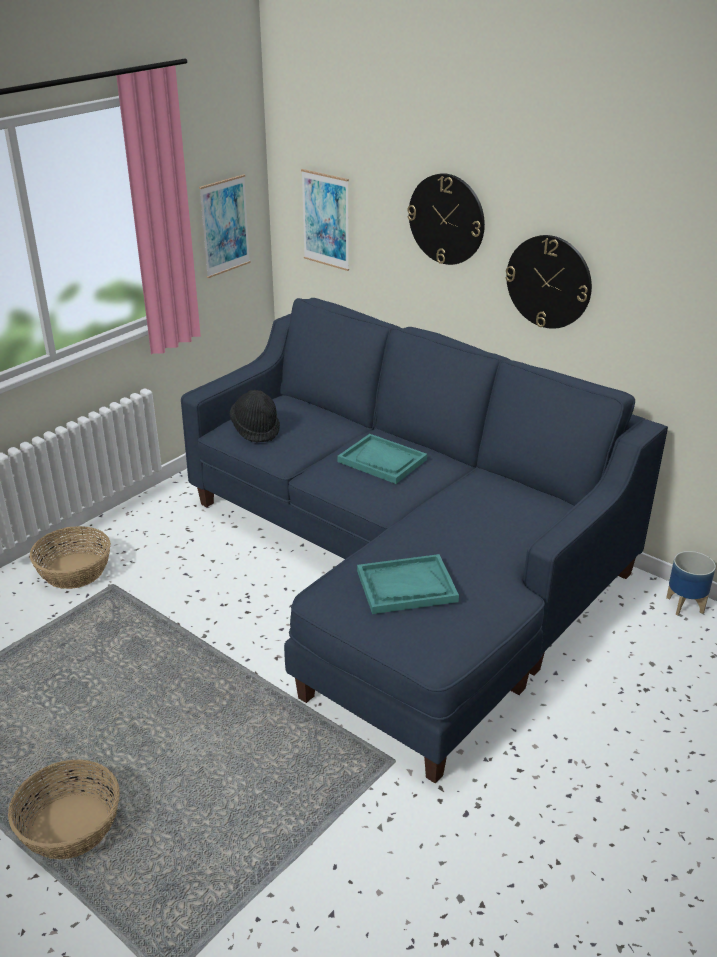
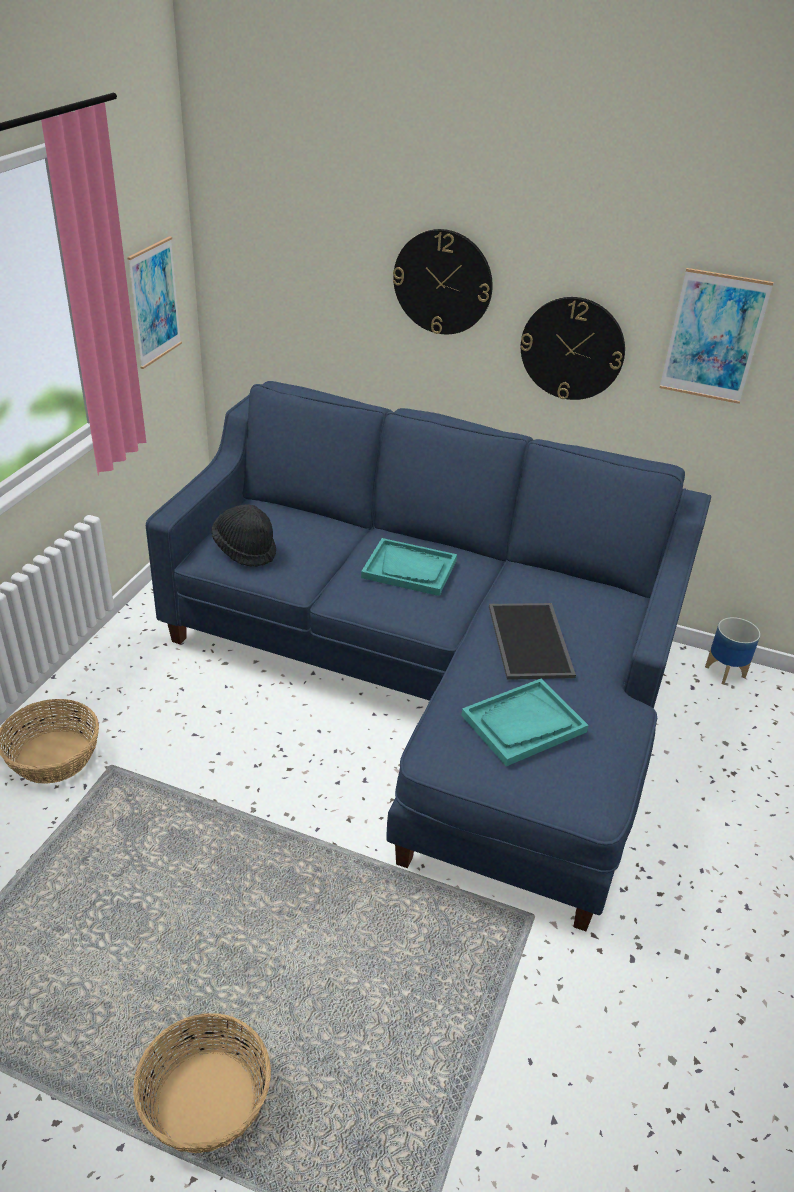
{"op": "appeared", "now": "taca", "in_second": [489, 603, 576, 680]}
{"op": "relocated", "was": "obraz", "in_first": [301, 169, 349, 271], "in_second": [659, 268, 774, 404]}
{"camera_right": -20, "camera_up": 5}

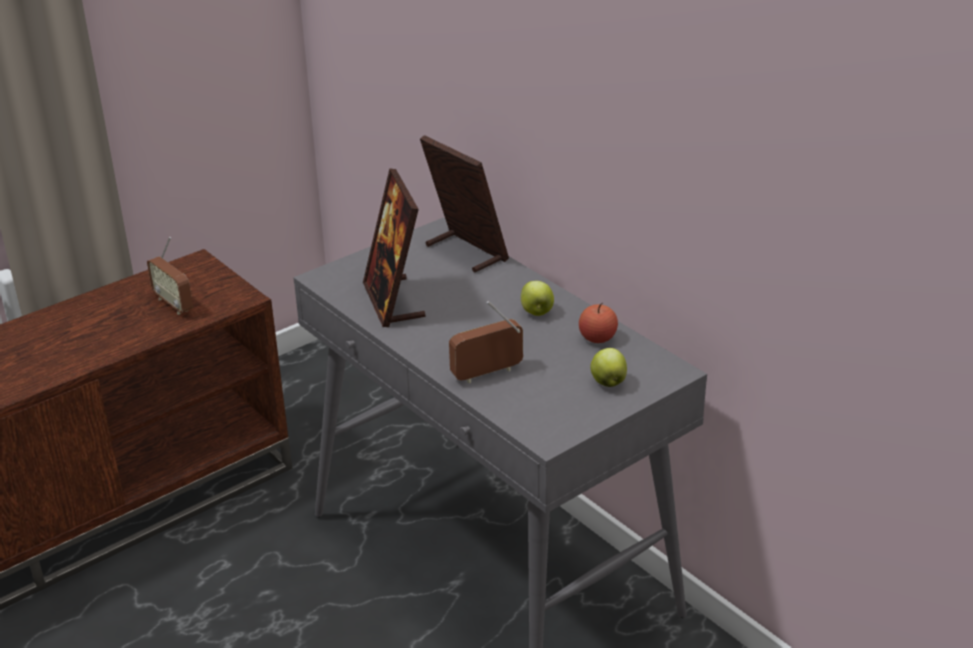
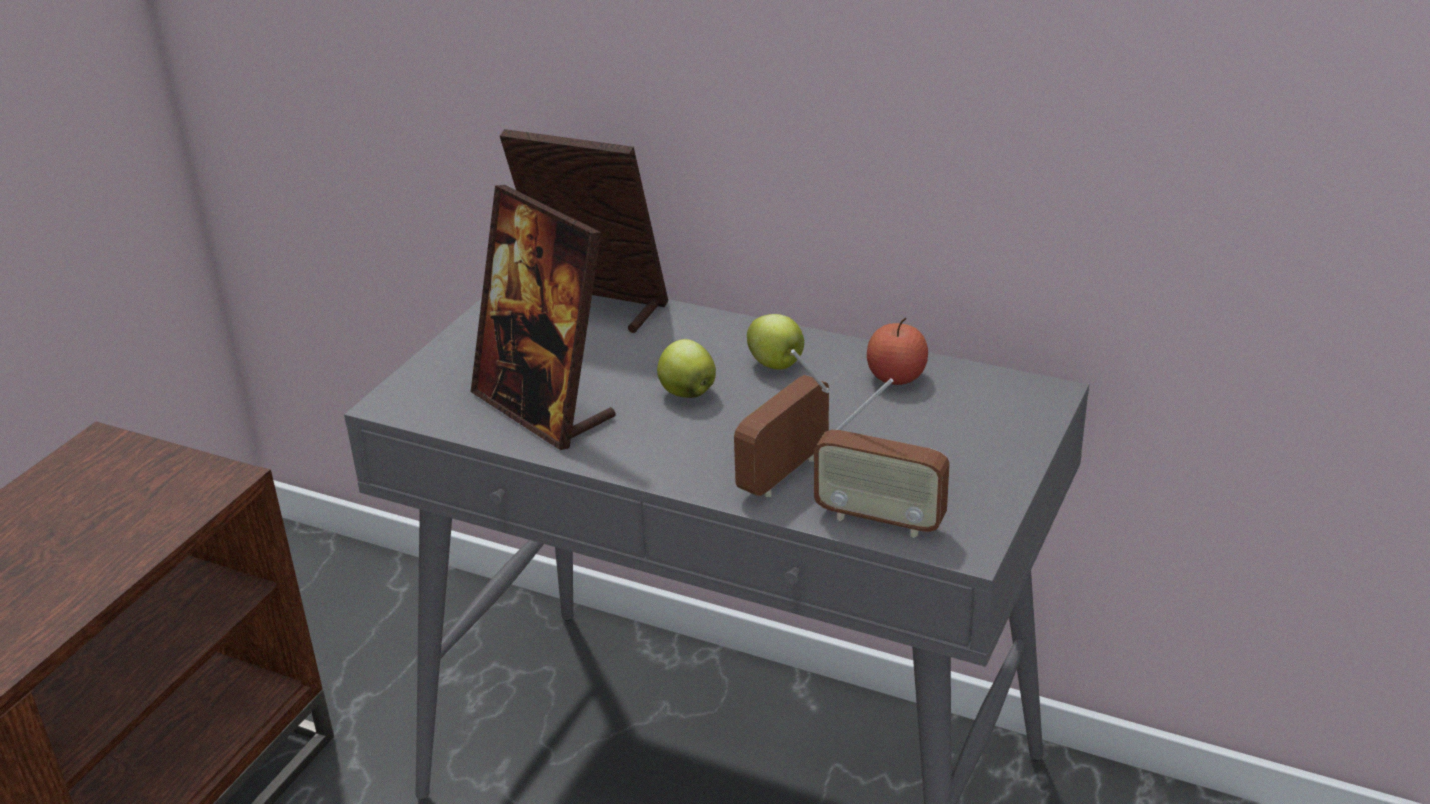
{"op": "relocated", "was": "jabłko", "in_first": [590, 348, 627, 387], "in_second": [657, 339, 716, 398]}
{"op": "relocated", "was": "radio", "in_first": [147, 237, 193, 315], "in_second": [814, 378, 950, 538]}
{"camera_right": -25, "camera_up": 0}

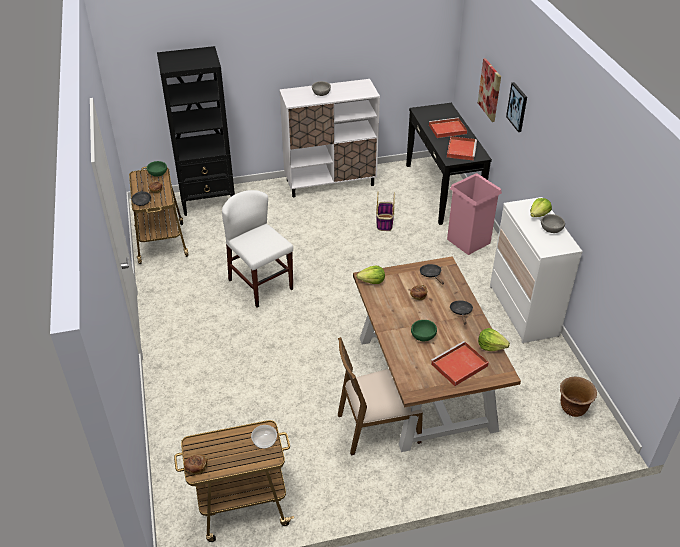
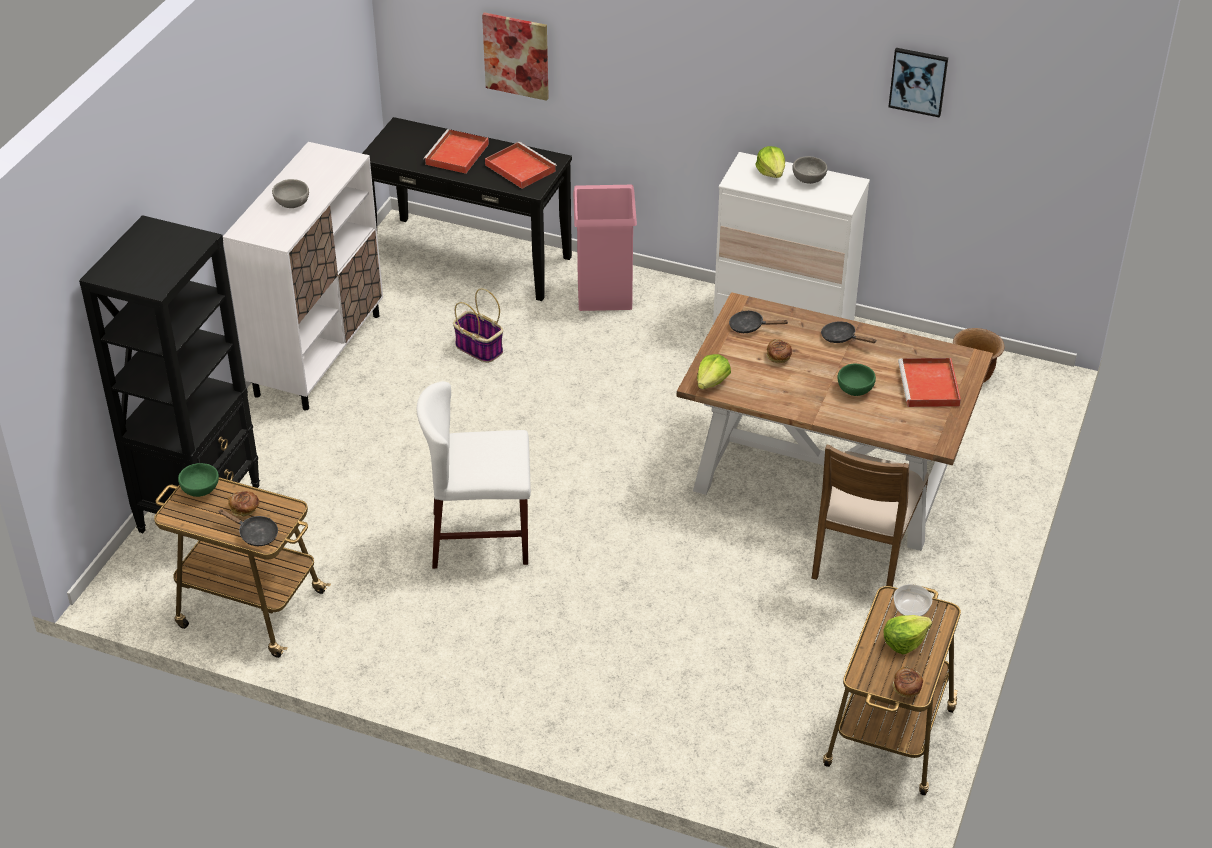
{"op": "relocated", "was": "sałata", "in_first": [478, 328, 510, 351], "in_second": [883, 615, 932, 654]}
{"op": "relocated", "was": "obraz", "in_first": [506, 82, 527, 132], "in_second": [888, 48, 948, 118]}
{"camera_right": -55, "camera_up": 0}

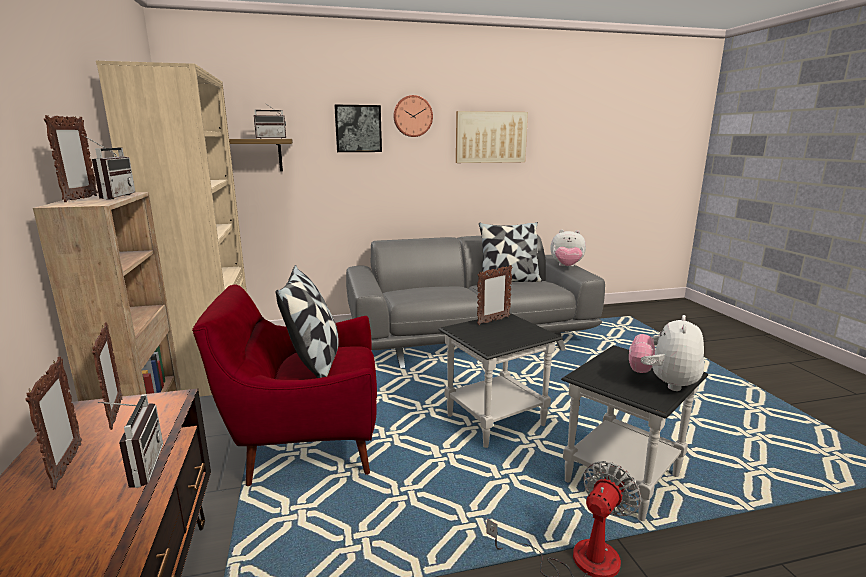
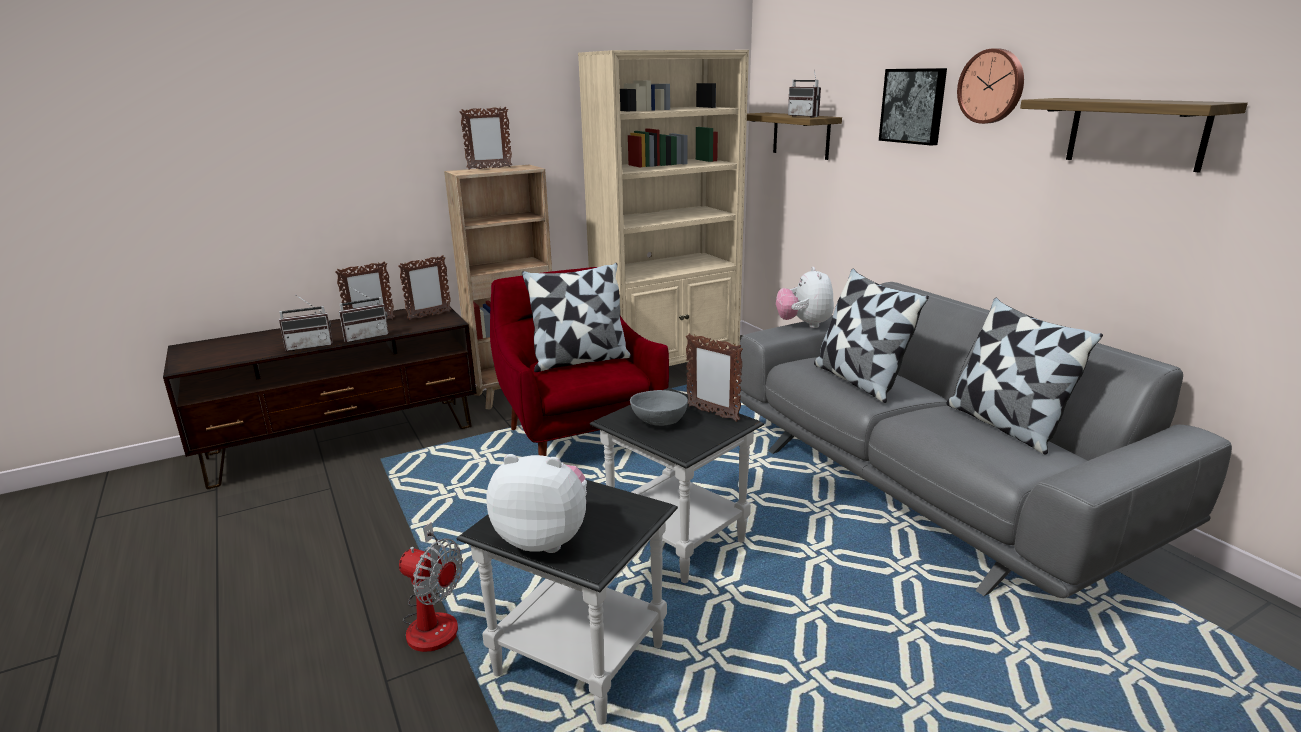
{"op": "relocated", "was": "radio", "in_first": [81, 134, 135, 199], "in_second": [279, 295, 333, 351]}
{"op": "appeared", "now": "miska (szary)", "in_second": [630, 390, 688, 426]}
{"op": "relocated", "was": "pluszak", "in_first": [550, 229, 586, 267], "in_second": [776, 267, 834, 328]}
{"op": "appeared", "now": "poduszka", "in_second": [814, 269, 929, 403]}
{"op": "exchanged", "was": "obraz", "now": "półka", "in_first": [456, 111, 528, 163], "in_second": [1020, 98, 1248, 172]}
{"camera_right": 75, "camera_up": 5}

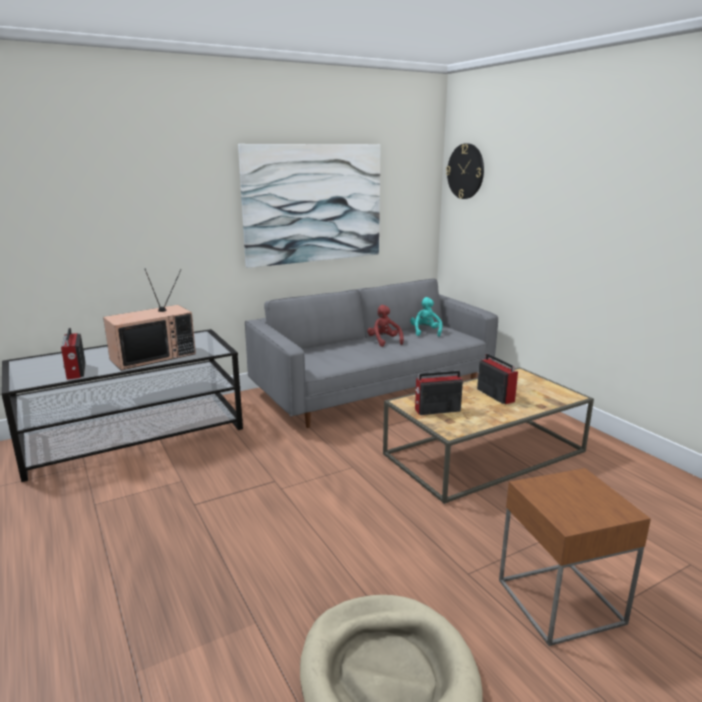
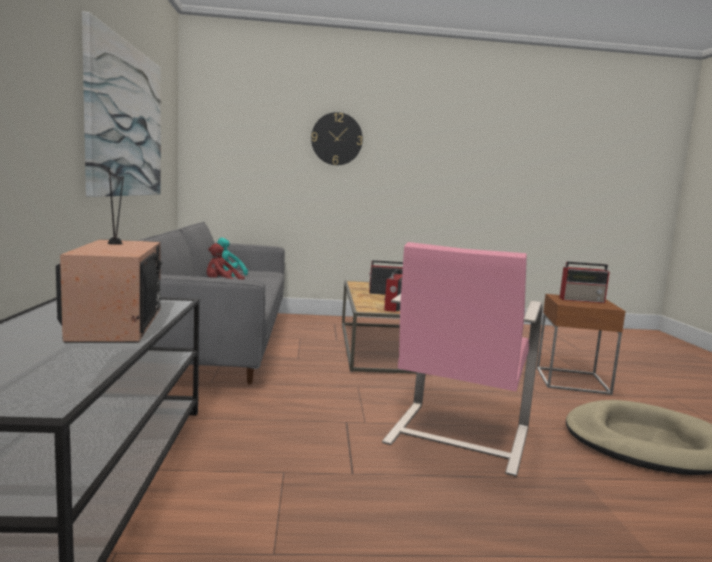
{"op": "relocated", "was": "zegar ścienny", "in_first": [446, 143, 484, 199], "in_second": [311, 112, 363, 165]}
{"op": "appeared", "now": "fotel (różowy)", "in_second": [382, 242, 543, 477]}
{"op": "relocated", "was": "radio", "in_first": [61, 328, 86, 380], "in_second": [559, 262, 610, 303]}
{"camera_right": -65, "camera_up": -10}

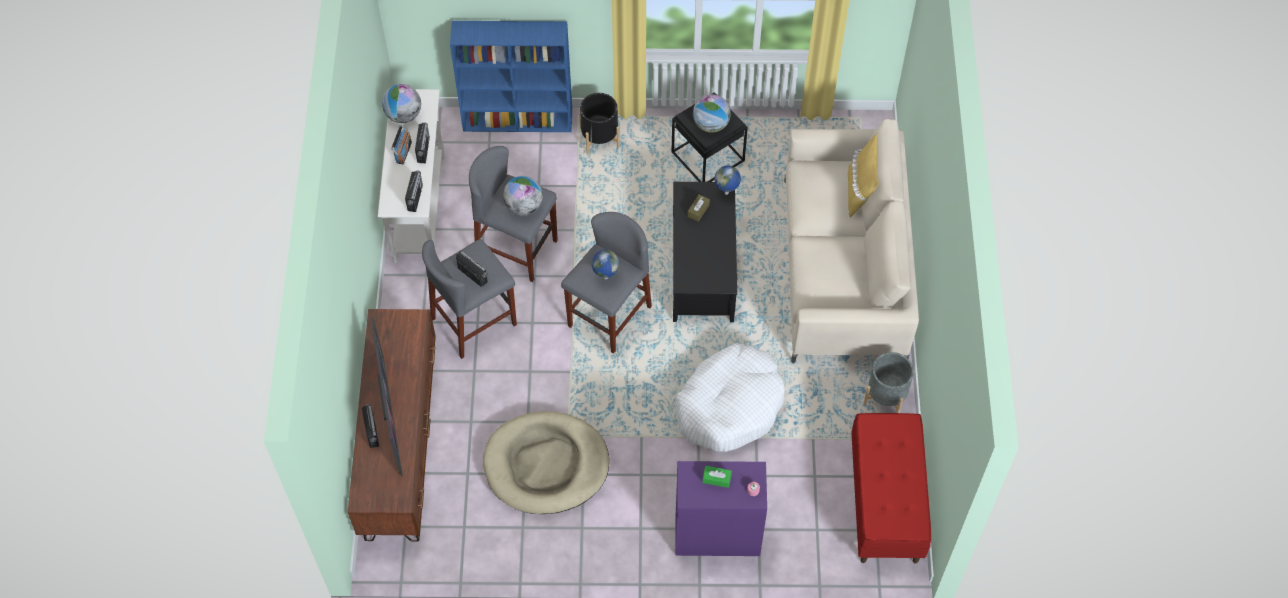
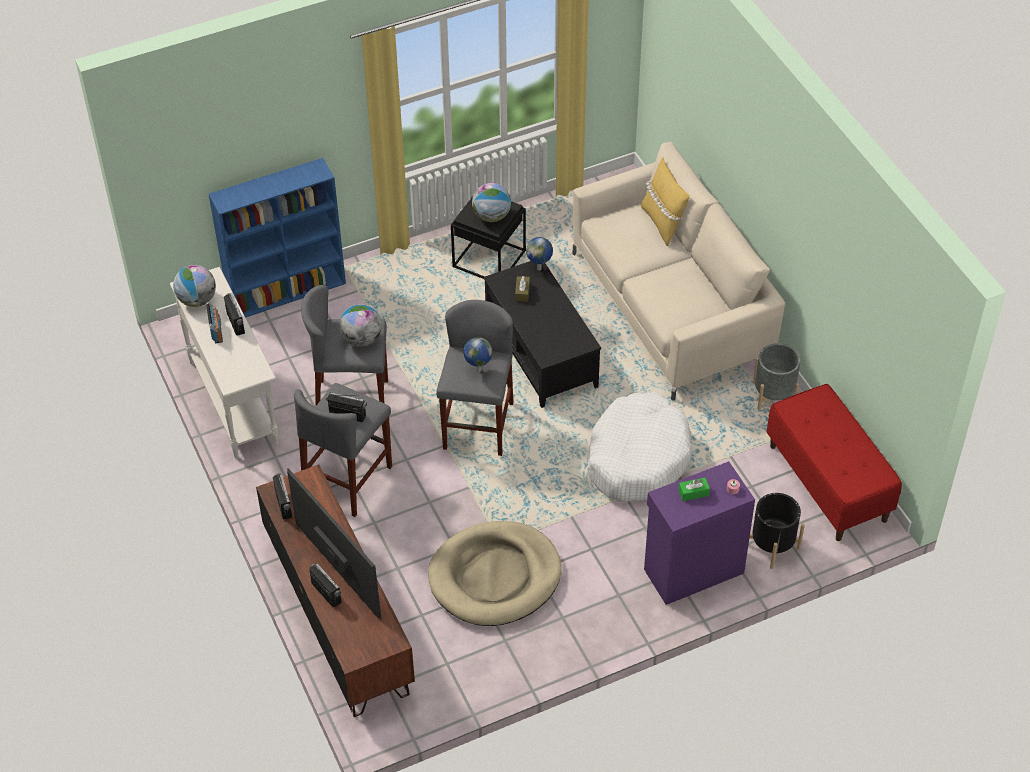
{"op": "relocated", "was": "radio", "in_first": [405, 171, 423, 212], "in_second": [273, 473, 293, 519]}
{"op": "relocated", "was": "donica (czarny)", "in_first": [579, 93, 620, 154], "in_second": [749, 493, 805, 569]}
{"camera_right": -25, "camera_up": -10}

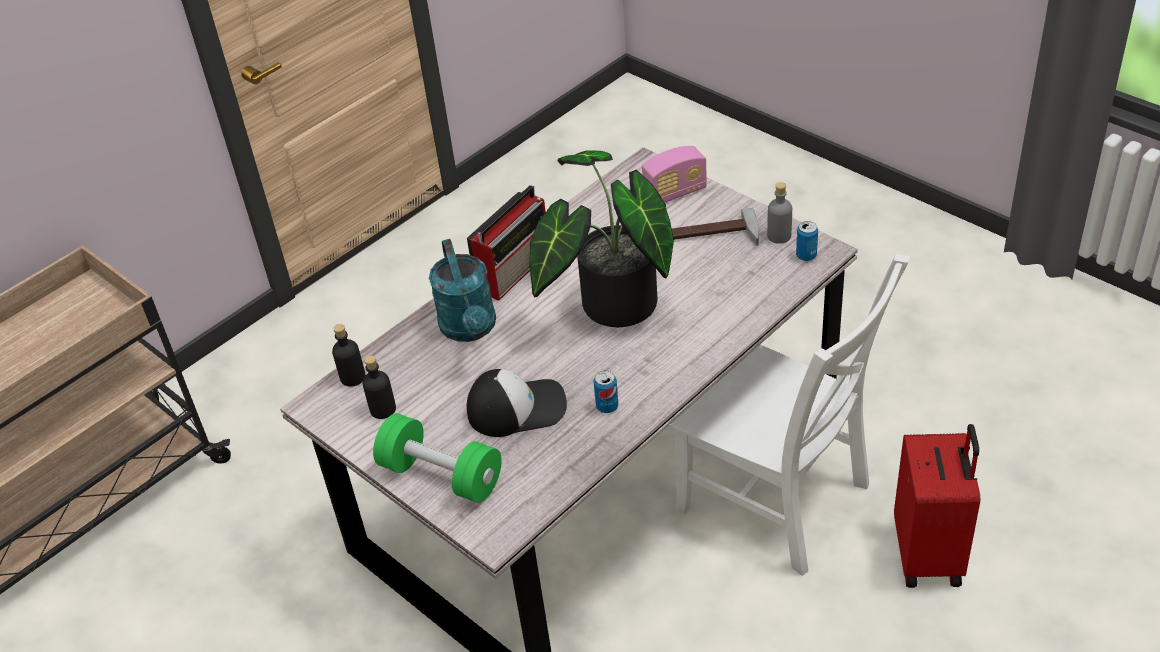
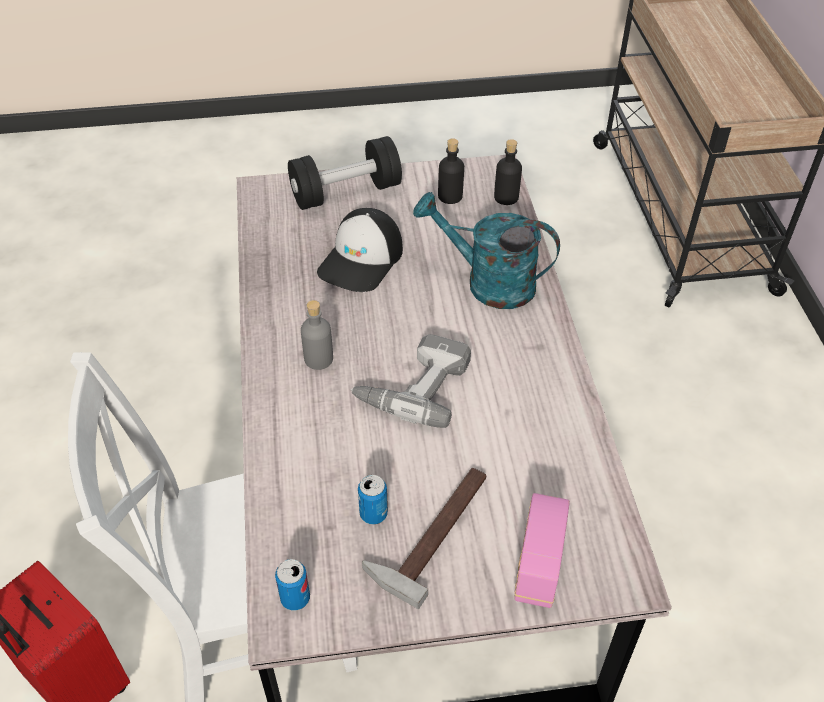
{"op": "colour", "was": "hantel (zielony)", "now": "hantel (czarny)", "in_first": [373, 413, 502, 503], "in_second": [288, 136, 402, 210]}
{"op": "relocated", "was": "butelka (szary)", "in_first": [767, 182, 792, 244], "in_second": [301, 300, 333, 370]}
{"op": "exchanged", "was": "roślina doniczkowa", "now": "wiertarka", "in_first": [529, 150, 674, 327], "in_second": [351, 334, 471, 428]}
{"op": "relocated", "was": "puszka", "in_first": [594, 371, 619, 413], "in_second": [358, 475, 388, 525]}
{"op": "missing", "was": "radio", "in_first": [467, 185, 546, 301]}
{"camera_right": 125, "camera_up": 5}

